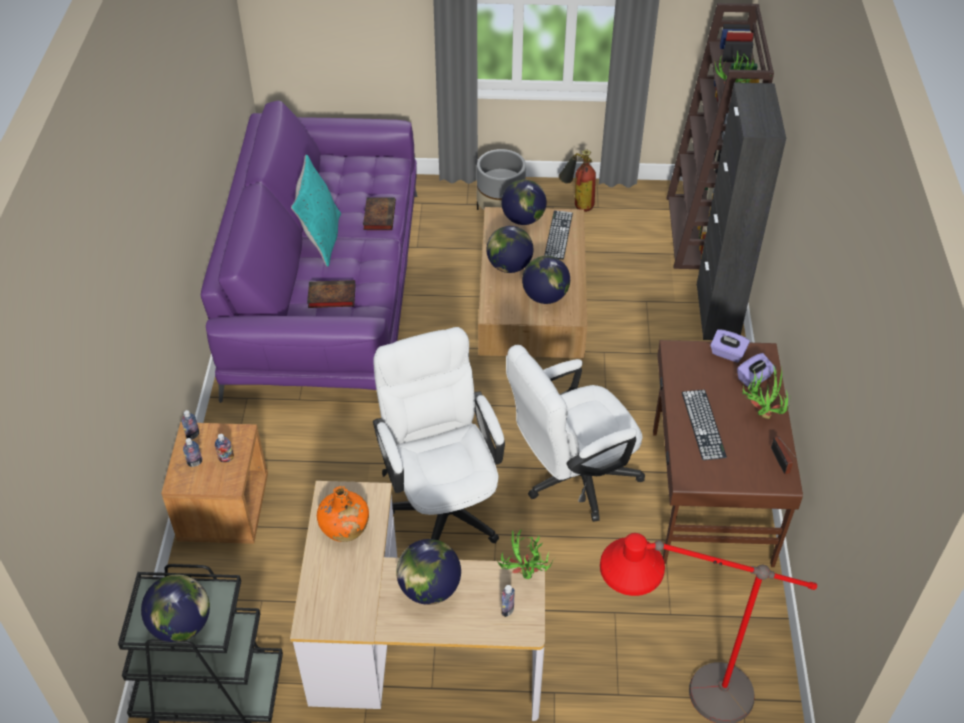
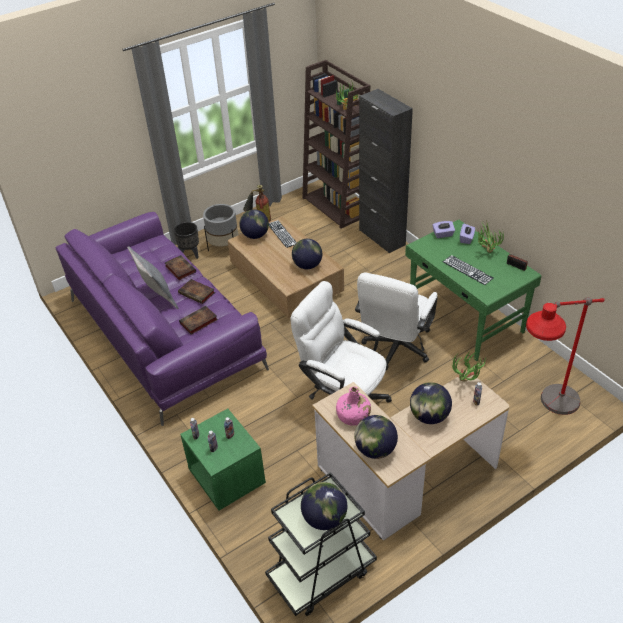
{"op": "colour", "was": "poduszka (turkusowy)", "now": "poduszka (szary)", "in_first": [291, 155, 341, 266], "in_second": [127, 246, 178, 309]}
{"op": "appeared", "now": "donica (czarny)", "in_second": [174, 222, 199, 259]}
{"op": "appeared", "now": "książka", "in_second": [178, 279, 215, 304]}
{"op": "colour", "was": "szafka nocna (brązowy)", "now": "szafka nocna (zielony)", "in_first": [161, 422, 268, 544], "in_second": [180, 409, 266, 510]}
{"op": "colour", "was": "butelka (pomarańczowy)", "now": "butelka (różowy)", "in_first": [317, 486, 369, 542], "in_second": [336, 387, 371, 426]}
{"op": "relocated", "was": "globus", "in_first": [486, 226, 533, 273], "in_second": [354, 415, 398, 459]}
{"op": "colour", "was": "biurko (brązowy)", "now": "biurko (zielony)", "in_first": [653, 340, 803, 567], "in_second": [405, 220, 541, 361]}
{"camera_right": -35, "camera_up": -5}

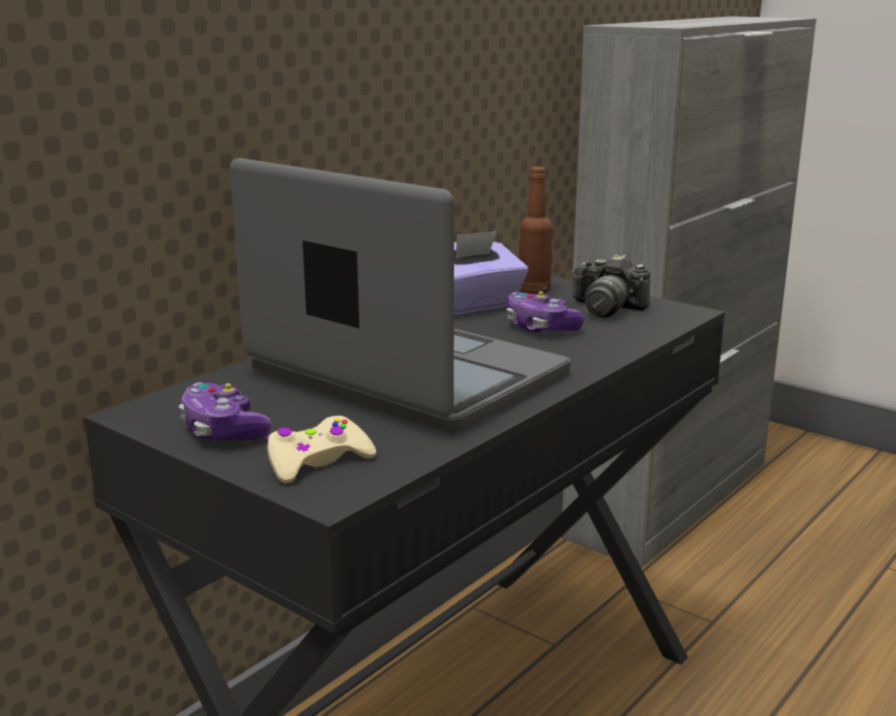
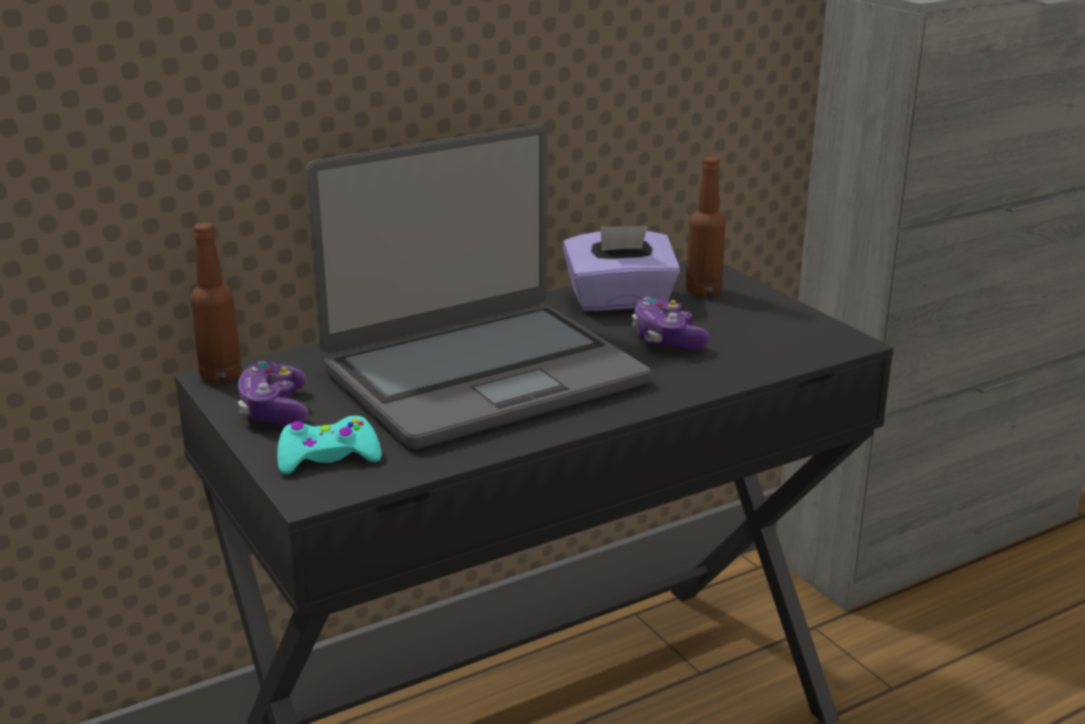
{"op": "appeared", "now": "butelka (brązowy)", "in_second": [190, 223, 242, 383]}
{"op": "colour", "was": "pad do gier (beżowy)", "now": "pad do gier (turkusowy)", "in_first": [266, 416, 376, 483], "in_second": [277, 416, 382, 474]}
{"op": "spun", "was": "laptop", "in_first": [230, 158, 571, 433], "in_second": [306, 125, 651, 450], "clockwise": 90}
{"op": "missing", "was": "aparat fotograficzny", "in_first": [572, 254, 650, 317]}
{"camera_right": 20, "camera_up": 5}

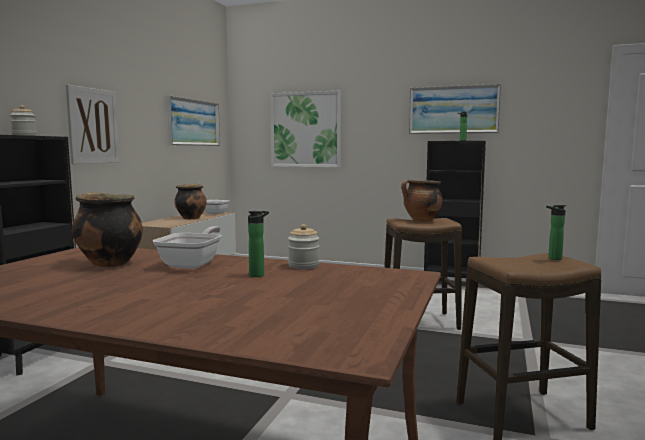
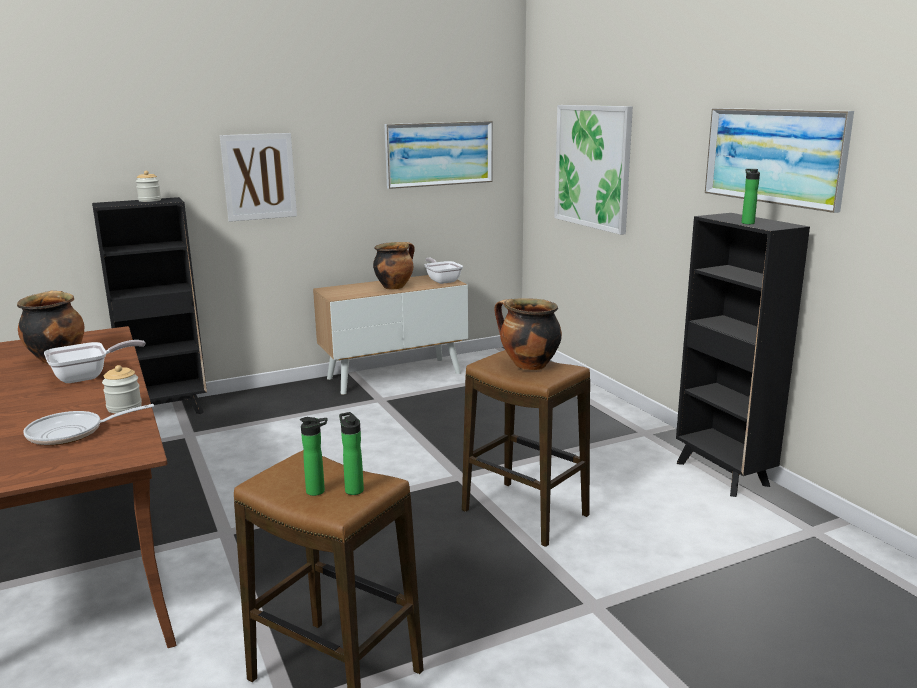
{"op": "appeared", "now": "patelnia", "in_second": [23, 404, 154, 446]}
{"op": "relocated", "was": "butelka", "in_first": [248, 211, 269, 277], "in_second": [300, 417, 328, 496]}
{"camera_right": 45, "camera_up": 10}

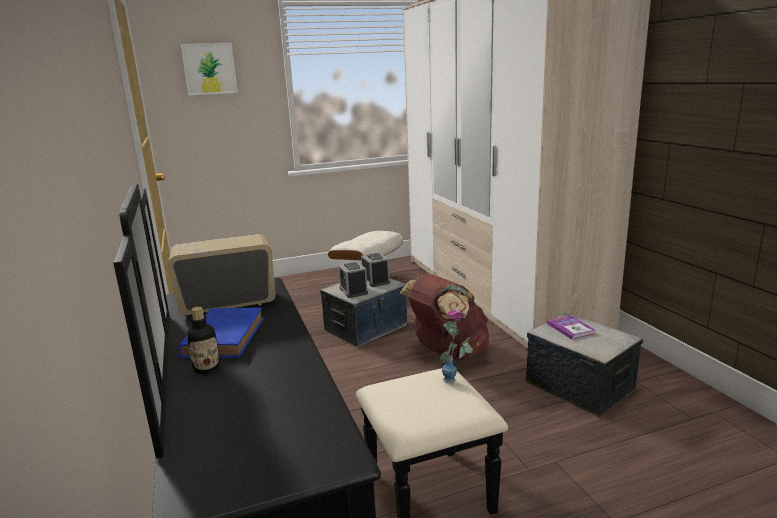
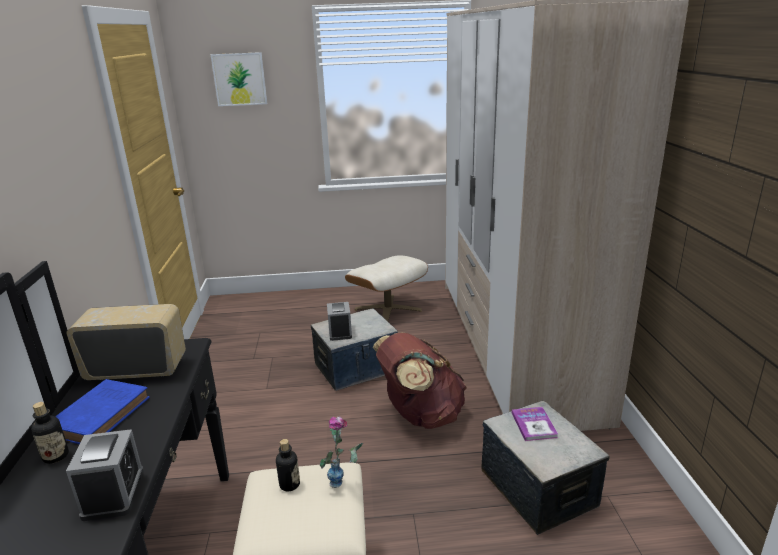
{"op": "relocated", "was": "budzik", "in_first": [361, 253, 390, 287], "in_second": [66, 429, 144, 521]}
{"op": "appeared", "now": "butelka", "in_second": [276, 439, 300, 491]}
{"camera_right": 15, "camera_up": 5}

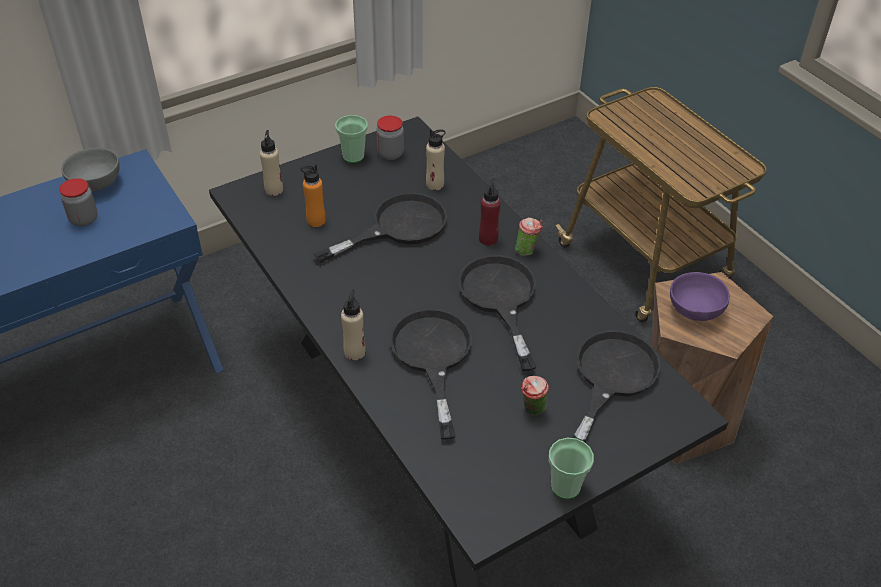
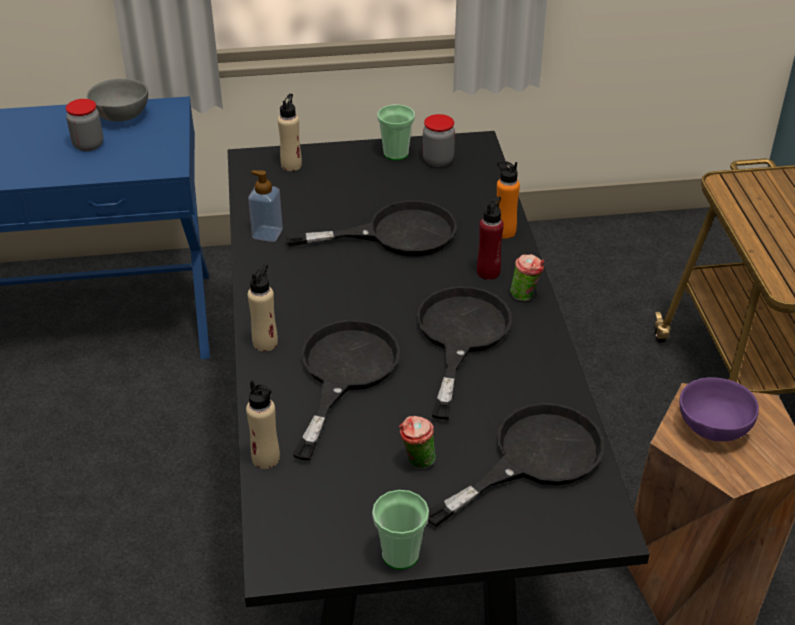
{"op": "relocated", "was": "butelka (beżowy)", "in_first": [426, 129, 446, 190], "in_second": [246, 380, 280, 469]}
{"op": "appeared", "now": "dozownik mydła", "in_second": [248, 170, 283, 242]}
{"op": "relocated", "was": "butelka (pomarańczowy)", "in_first": [301, 164, 326, 227], "in_second": [496, 161, 520, 238]}
{"camera_right": 25, "camera_up": -5}

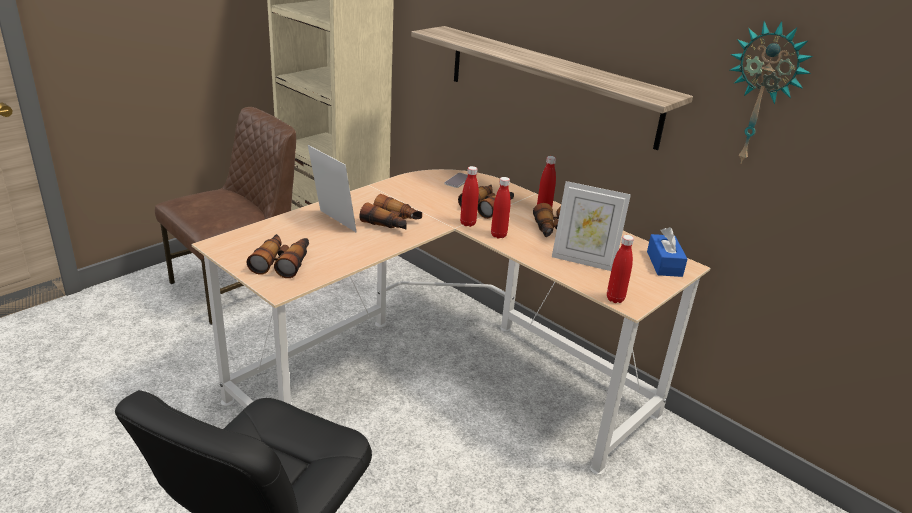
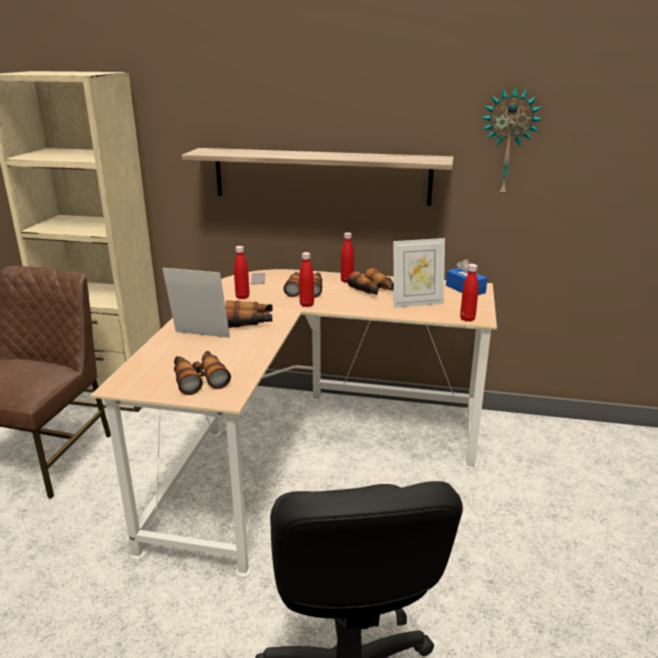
{"op": "relocated", "was": "butelka (czerwony)", "in_first": [491, 177, 511, 238], "in_second": [234, 246, 250, 299]}
{"camera_right": -30, "camera_up": -5}

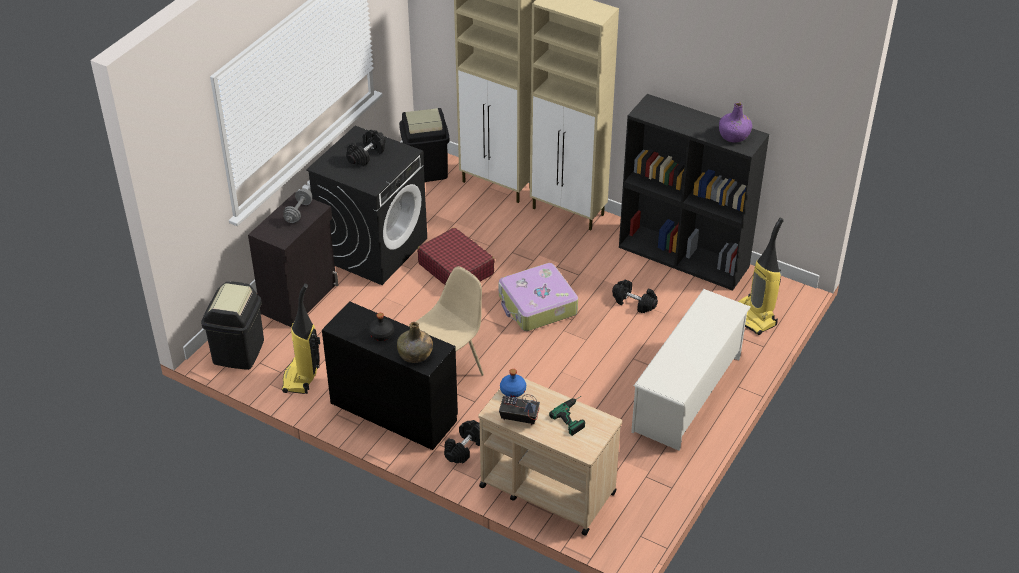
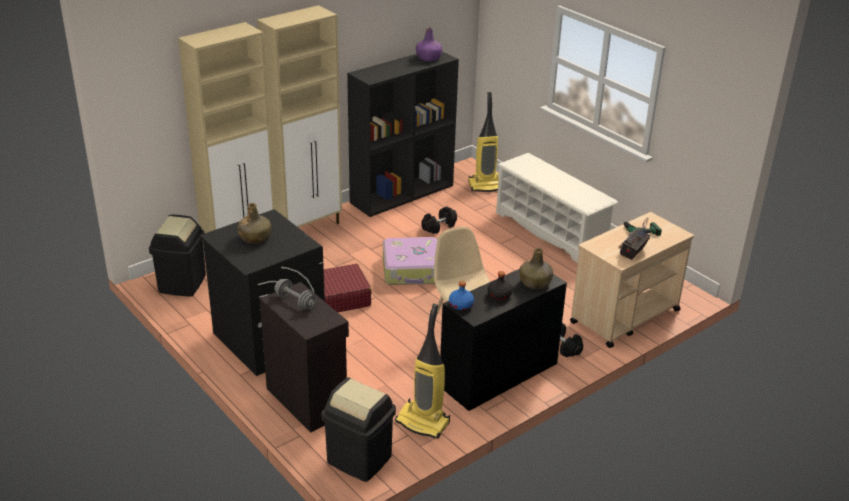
{"op": "exchanged", "was": "hantel (czarny)", "now": "butelka (zielony)", "in_first": [346, 130, 385, 166], "in_second": [238, 203, 271, 244]}
{"op": "relocated", "was": "butelka (niebieski)", "in_first": [500, 369, 526, 398], "in_second": [449, 281, 474, 310]}
{"camera_right": -70, "camera_up": -10}

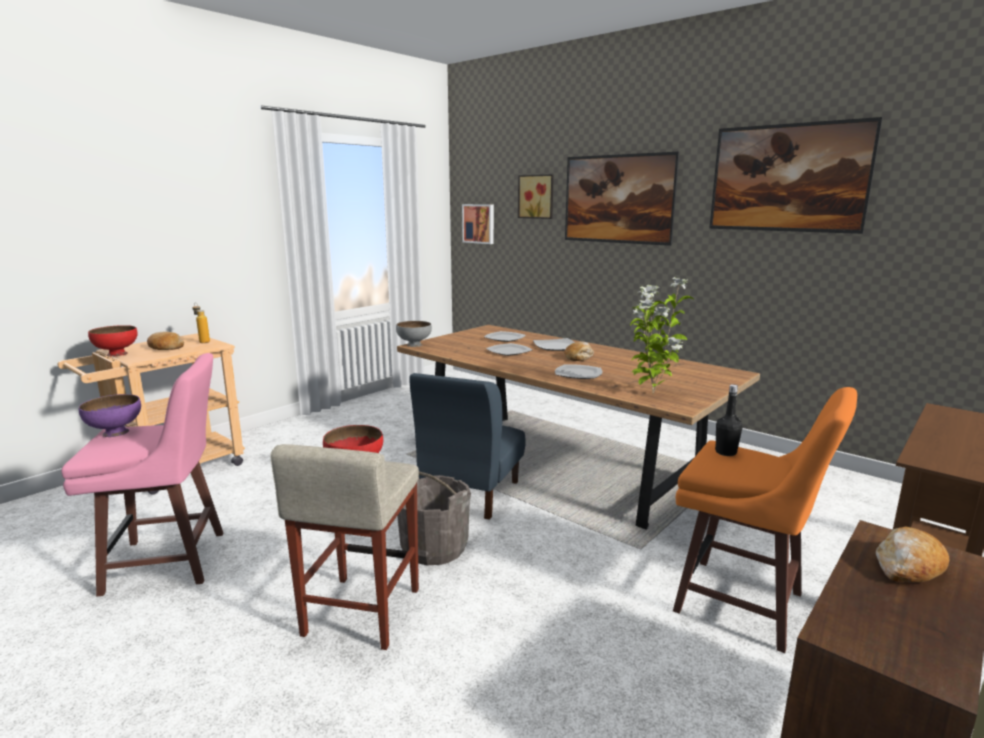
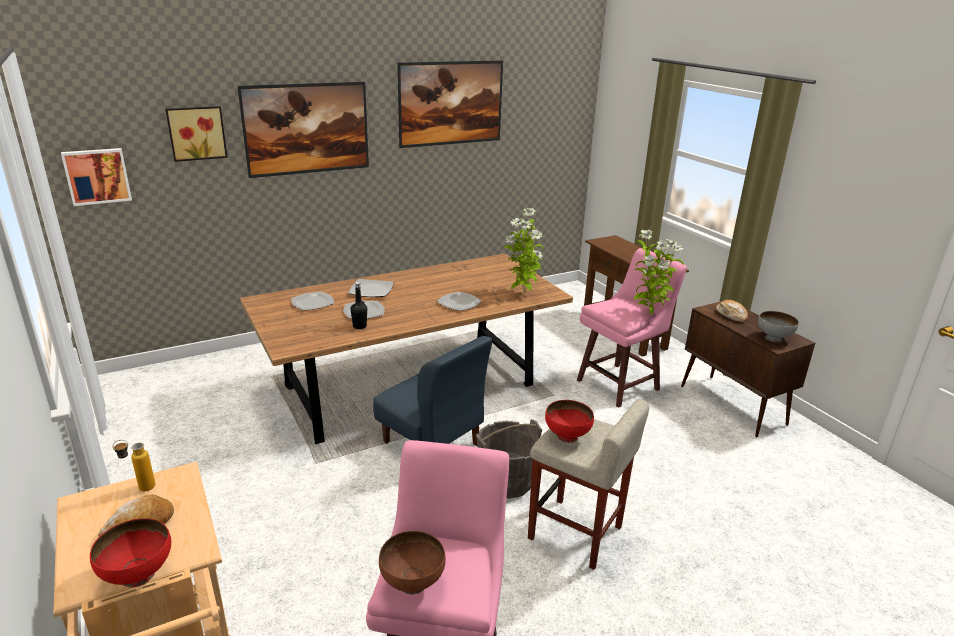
{"op": "relocated", "was": "butelka (czarny)", "in_first": [715, 384, 742, 456], "in_second": [350, 282, 367, 329]}
{"op": "colour", "was": "miska (fioletowy)", "now": "miska (brązowy)", "in_first": [79, 394, 141, 437], "in_second": [379, 531, 446, 594]}
{"op": "colour", "was": "stołek (pomarańczowy)", "now": "stołek (różowy)", "in_first": [673, 387, 857, 653], "in_second": [577, 248, 687, 408]}
{"op": "appeared", "now": "roślina doniczkowa", "in_second": [634, 230, 684, 315]}
{"op": "relocated", "was": "miska (szary)", "in_first": [396, 321, 432, 347], "in_second": [758, 311, 799, 343]}
{"op": "missing", "was": "chleb", "in_first": [564, 342, 594, 361]}
{"camera_right": -70, "camera_up": 10}

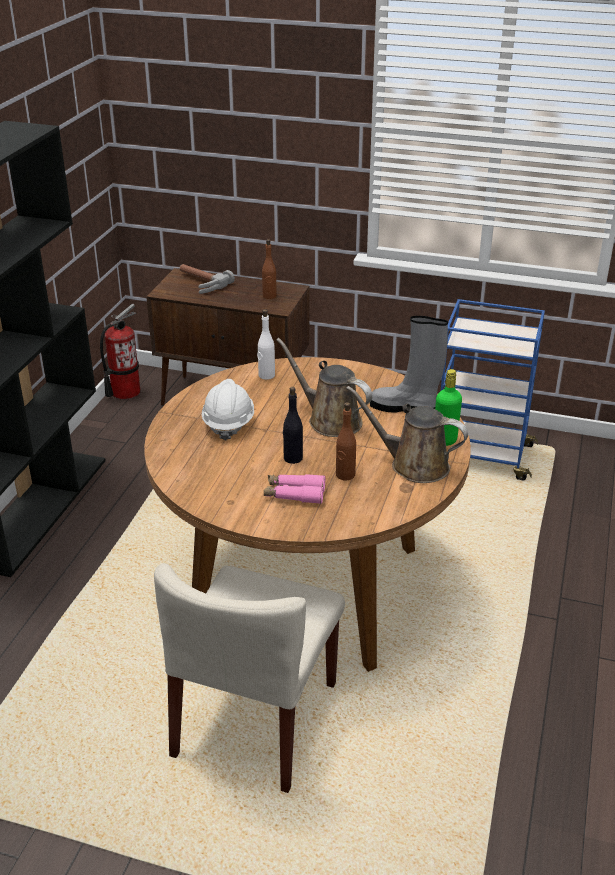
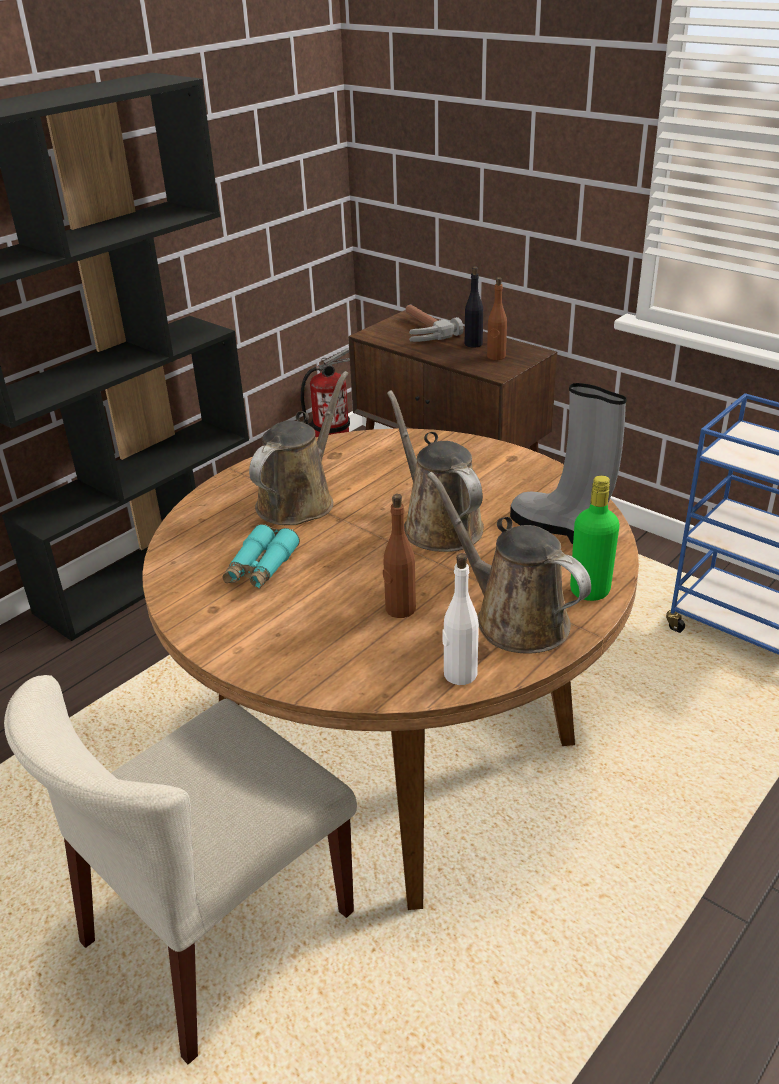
{"op": "appeared", "now": "lornetka (turkusowy)", "in_second": [223, 524, 300, 589]}
{"op": "exchanged", "was": "kask (biały)", "now": "konewka (brązowy)", "in_first": [202, 379, 254, 441], "in_second": [249, 371, 348, 525]}
{"op": "relocated", "was": "butelka (biały)", "in_first": [257, 309, 275, 380], "in_second": [443, 553, 479, 685]}
{"op": "relocated", "was": "butelka (czarny)", "in_first": [283, 387, 303, 464], "in_second": [465, 267, 483, 348]}
{"op": "missing", "was": "lornetka (różowy)", "in_first": [264, 474, 325, 504]}
{"camera_right": 25, "camera_up": 0}

